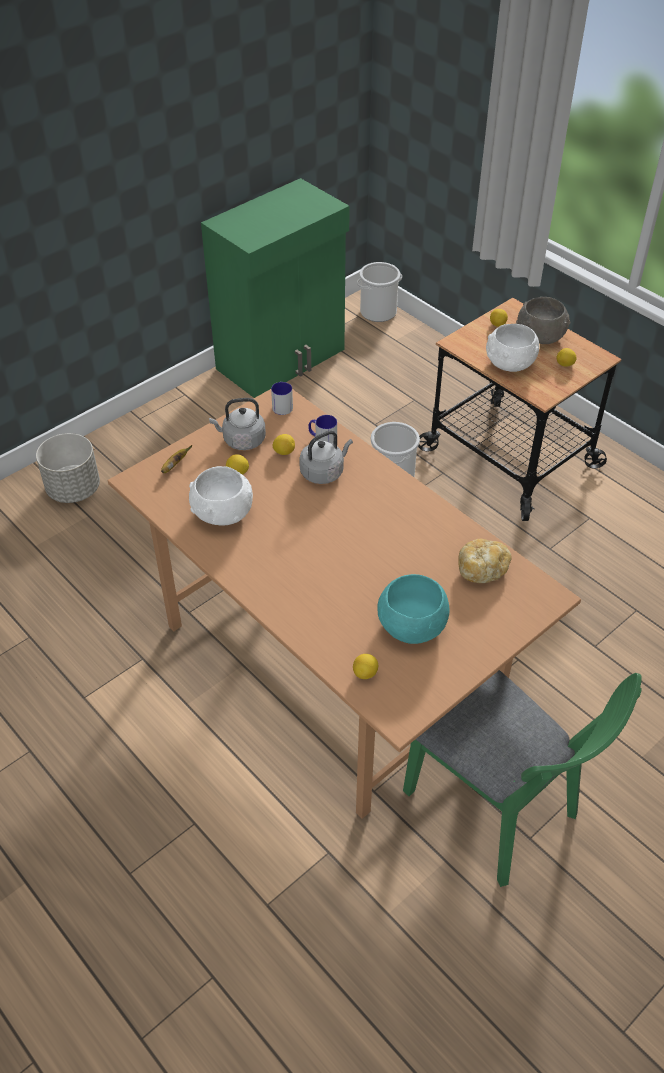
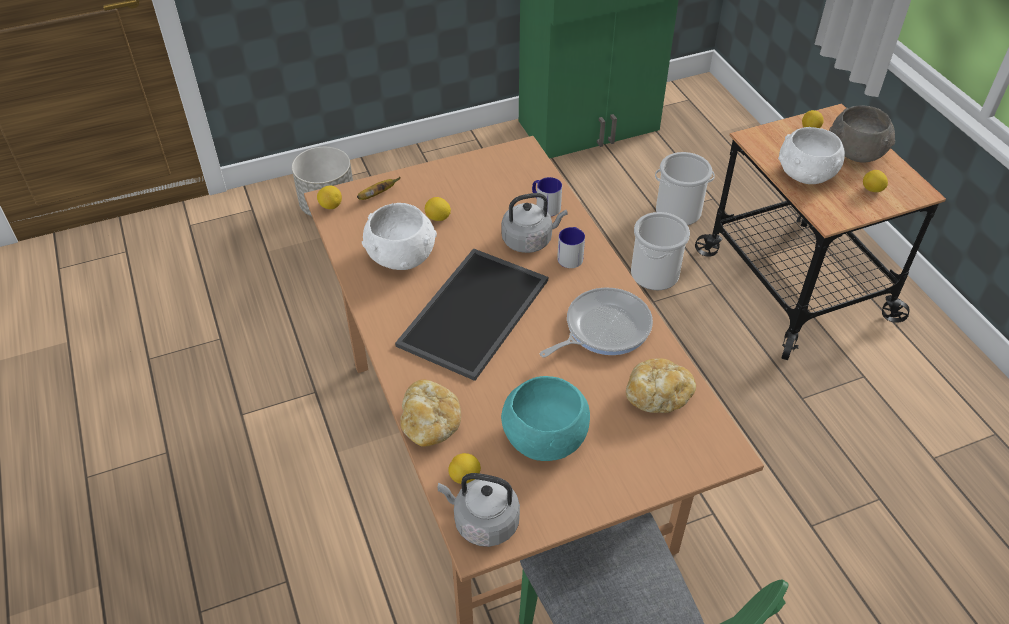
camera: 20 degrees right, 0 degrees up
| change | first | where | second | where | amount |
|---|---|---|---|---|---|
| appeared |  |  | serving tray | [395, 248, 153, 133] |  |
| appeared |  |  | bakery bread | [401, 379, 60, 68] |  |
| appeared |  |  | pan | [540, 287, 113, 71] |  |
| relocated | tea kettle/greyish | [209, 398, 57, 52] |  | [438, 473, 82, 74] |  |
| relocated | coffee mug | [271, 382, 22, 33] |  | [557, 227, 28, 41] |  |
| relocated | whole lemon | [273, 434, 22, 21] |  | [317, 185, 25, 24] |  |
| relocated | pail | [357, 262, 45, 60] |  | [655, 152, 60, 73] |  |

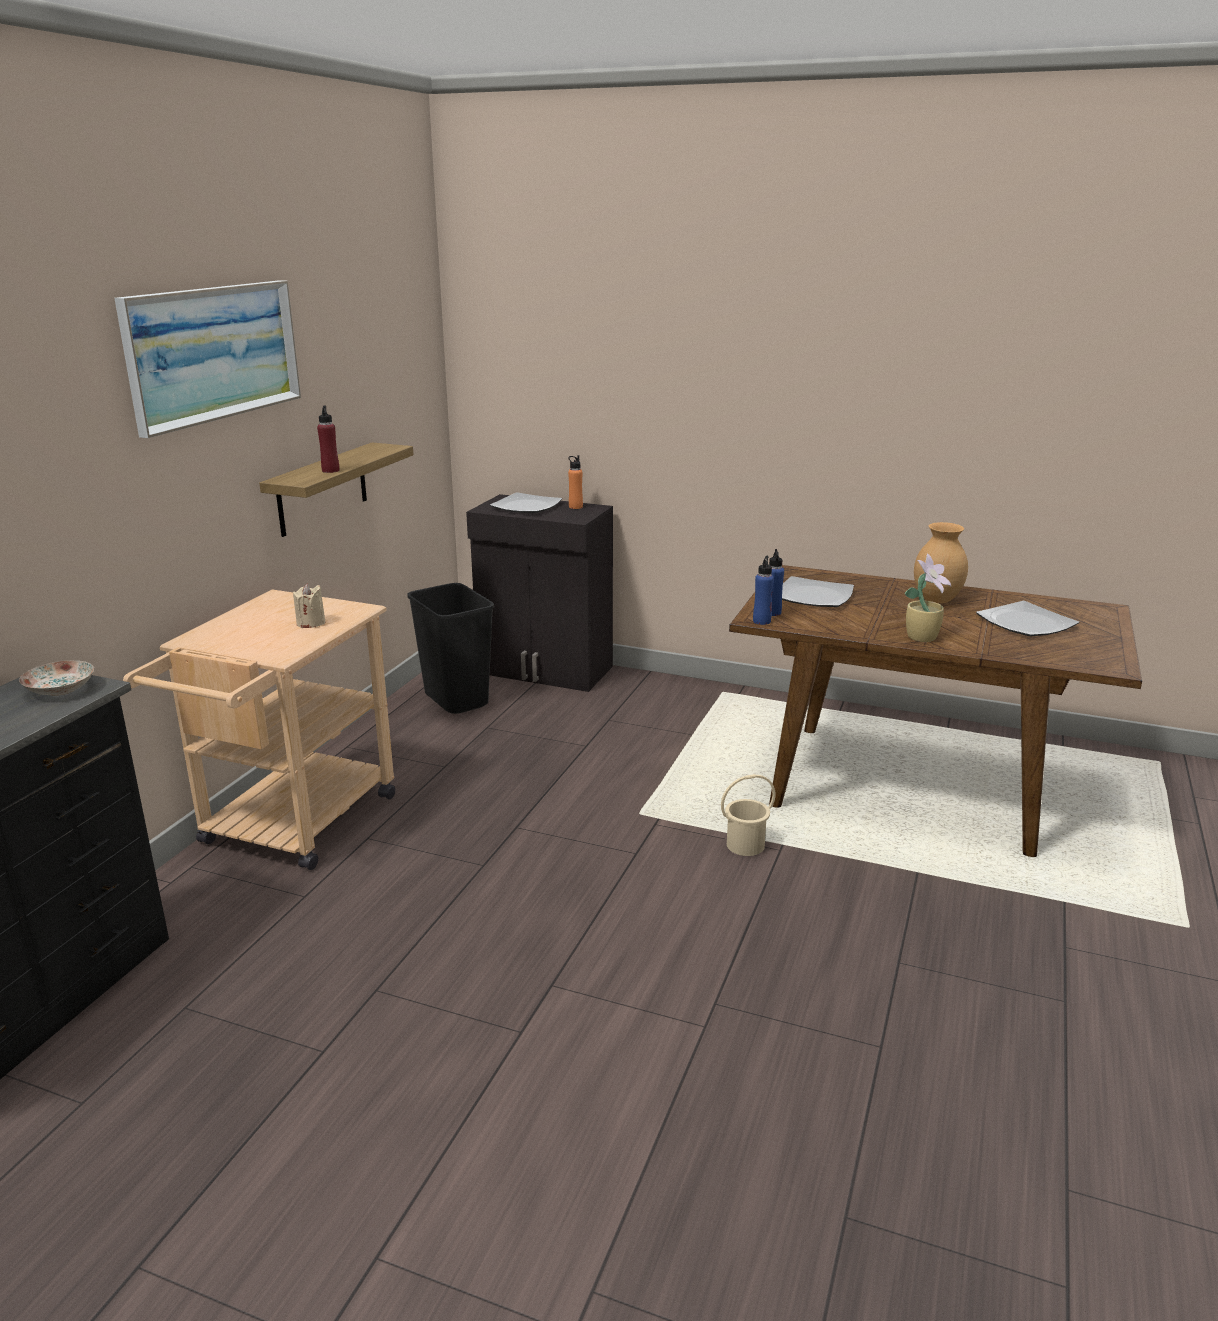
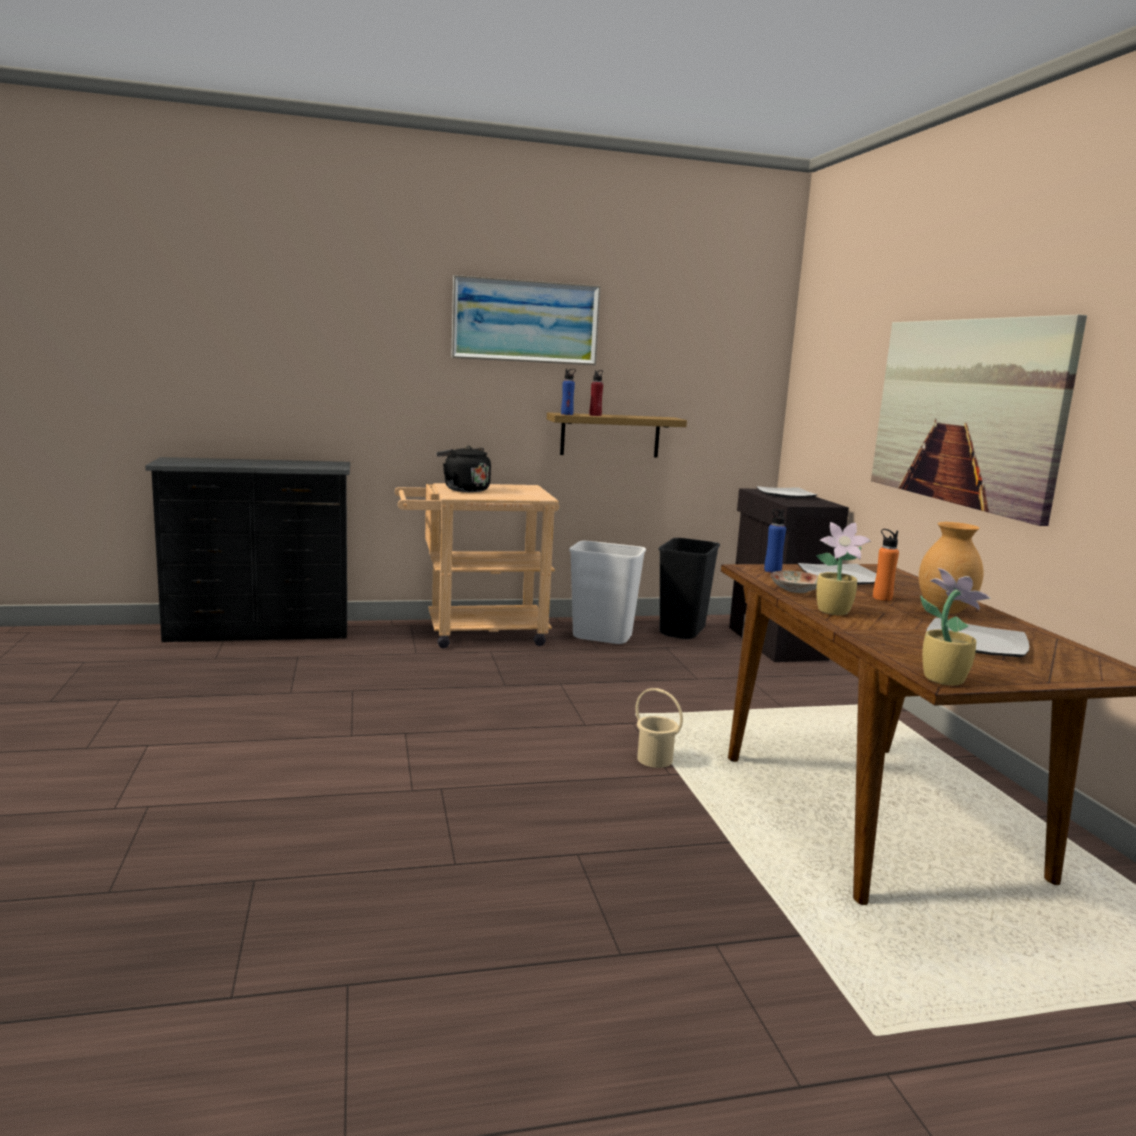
camera: 55 degrees right, 10 degrees down
| change | first | where | second | where | amount |
|---|---|---|---|---|---|
| missing | candle/beige | [293, 584, 33, 44] |  |  |  |
| appeared |  |  | tea kettle/blackish | [436, 445, 55, 47] |  |
| appeared |  |  | trash can/white-coloured | [569, 541, 77, 103] |  |
| appeared |  |  | wall picture | [871, 314, 216, 212] |  |
| appeared |  |  | plant in a pot | [920, 568, 70, 117] |  |
| relocated | plate | [19, 660, 75, 36] |  | [770, 571, 48, 22] |  |
| relocated | bottle/orange | [568, 455, 15, 54] |  | [873, 529, 26, 72] |  |
| relocated | bottle/bluish | [753, 556, 21, 69] |  | [561, 369, 15, 46] |  |

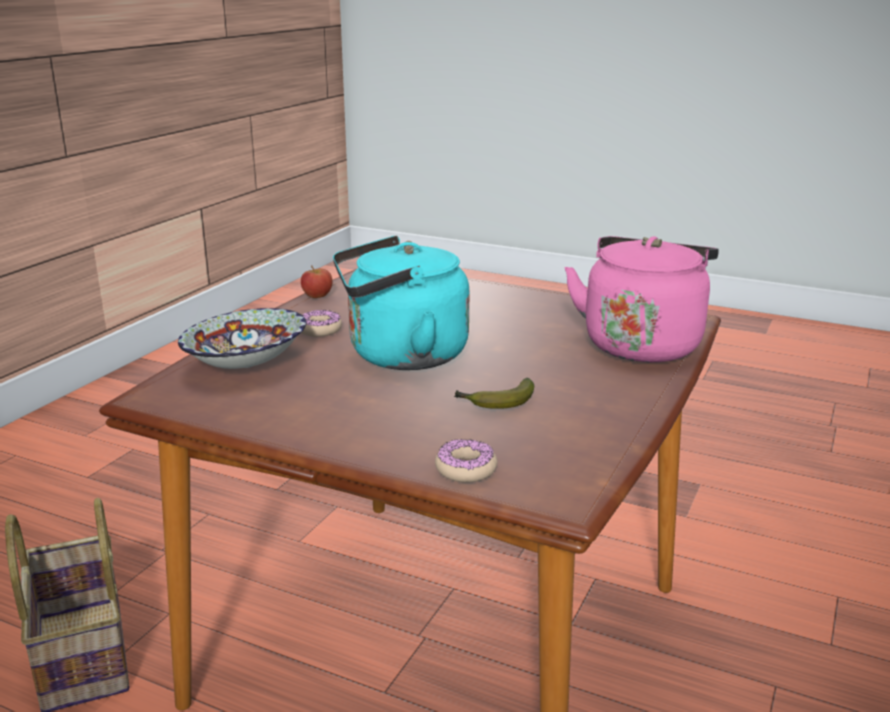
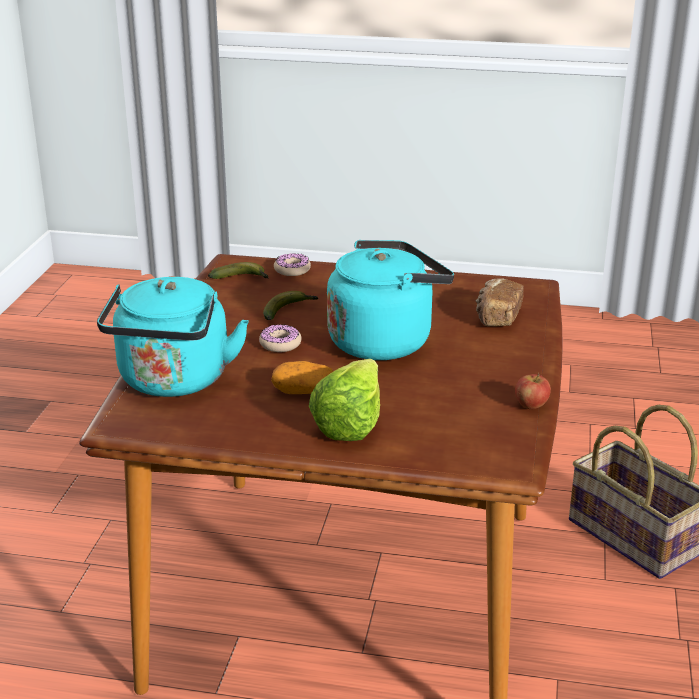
camera: 165 degrees right, 5 degrees up
| change | first | where | second | where | amount |
|---|---|---|---|---|---|
| appeared |  |  | banana fruit | [208, 262, 61, 17] |  |
| appeared |  |  | whole potato | [271, 361, 62, 33] |  |
| appeared |  |  | lettuce head | [309, 359, 71, 82] |  |
| relocated | donut | [301, 310, 41, 27] |  | [259, 324, 43, 28] |  |
| exchanged | deep dish | [178, 308, 128, 61] | bakery bread | [476, 278, 48, 48] |  |
| colour | tea kettle/pink-coloured | [565, 236, 154, 127] | tea kettle/turquoise-coloured | [97, 277, 152, 120] |  |

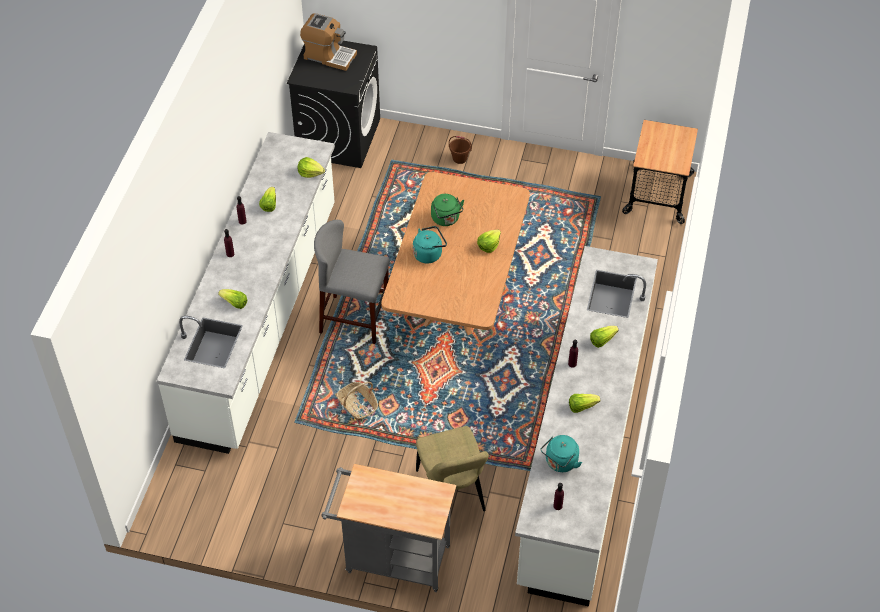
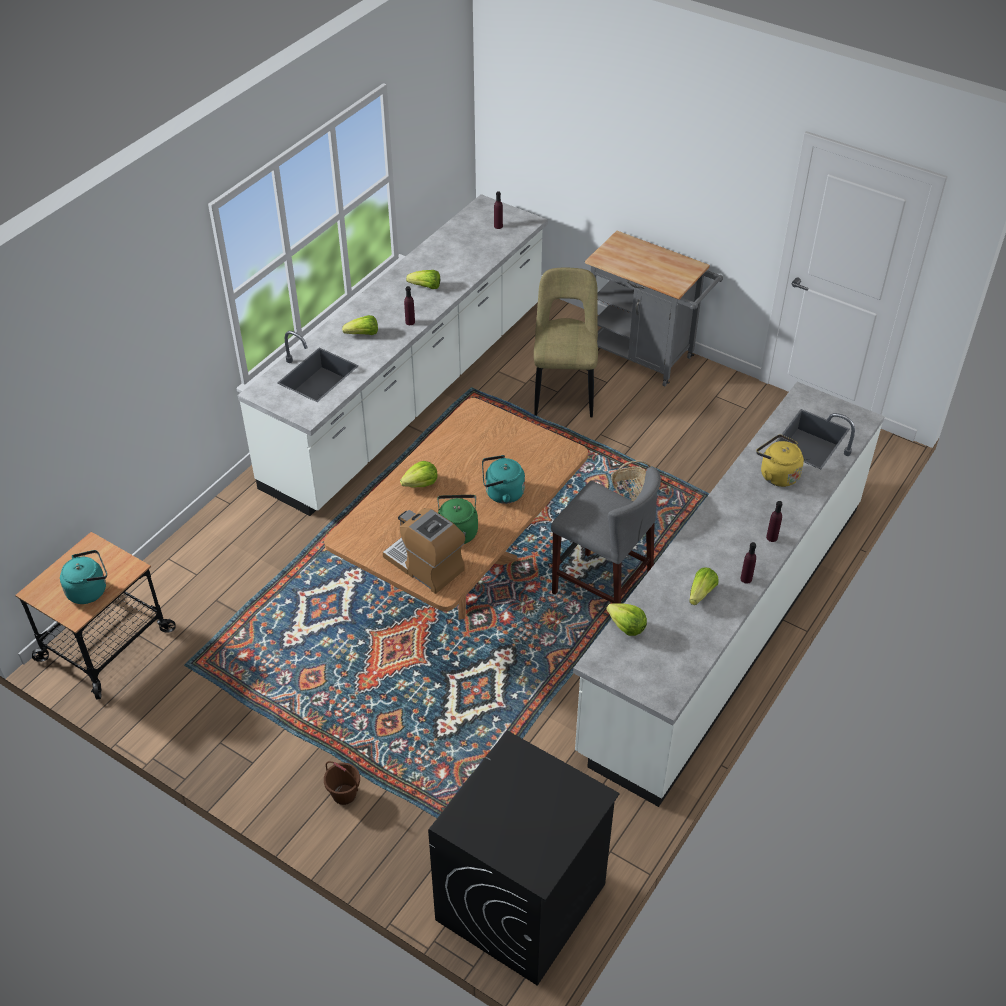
camera: 160 degrees left, 5 degrees down
| change | first | where | second | where | amount |
|---|---|---|---|---|---|
| relocated | coffee machine | [300, 13, 57, 58] |  | [383, 508, 82, 86] |  |
| relocated | tea kettle/turquoise-coloured | [541, 435, 41, 37] |  | [60, 550, 47, 54] |  |
| exchanged | lettuce head | [218, 289, 30, 20] | tea kettle/yellow | [756, 434, 48, 53] |  |

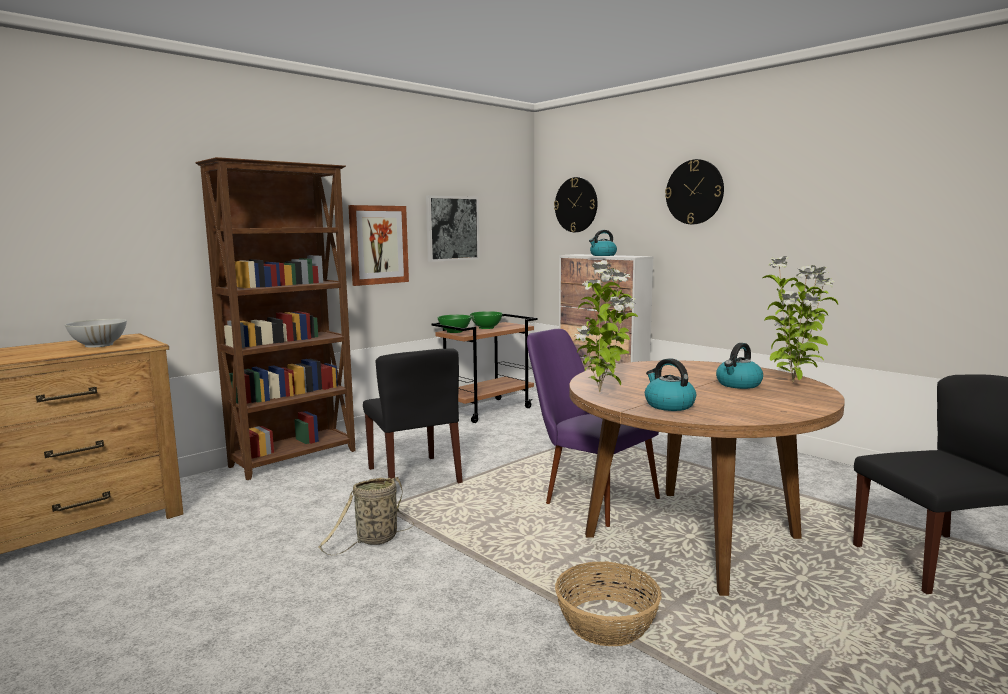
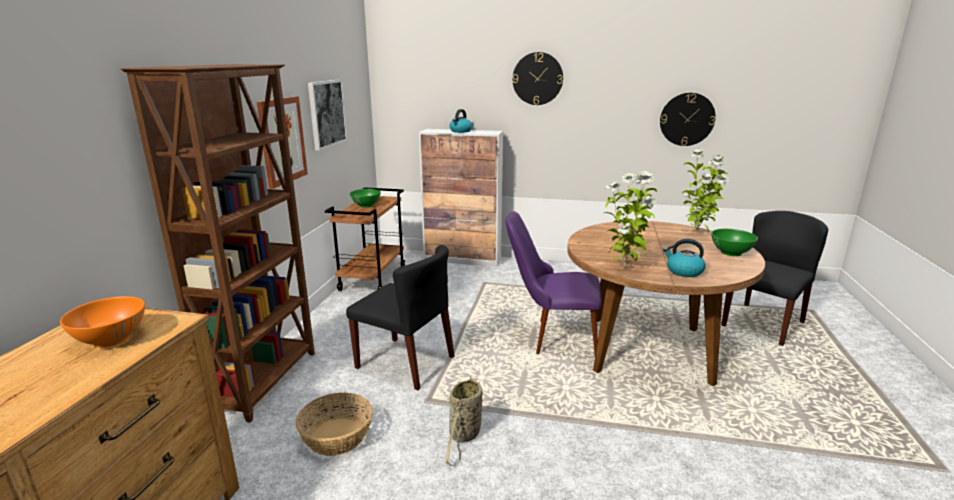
camera: 35 degrees left, 10 degrees up
| change | first | where | second | where | amount |
|---|---|---|---|---|---|
| missing | tea kettle | [716, 343, 47, 46] |  |  |  |
| relocated | deep dish/green | [437, 315, 34, 18] |  | [711, 229, 47, 27] |  |
| relocated | wall clock | [554, 177, 43, 55] |  | [660, 93, 56, 53] |  |
| relocated | basket | [555, 561, 107, 85] |  | [296, 392, 77, 64] |  |
| colour | deep dish/white-coloured | [65, 318, 62, 30] | deep dish/orange | [60, 296, 85, 51] |  |

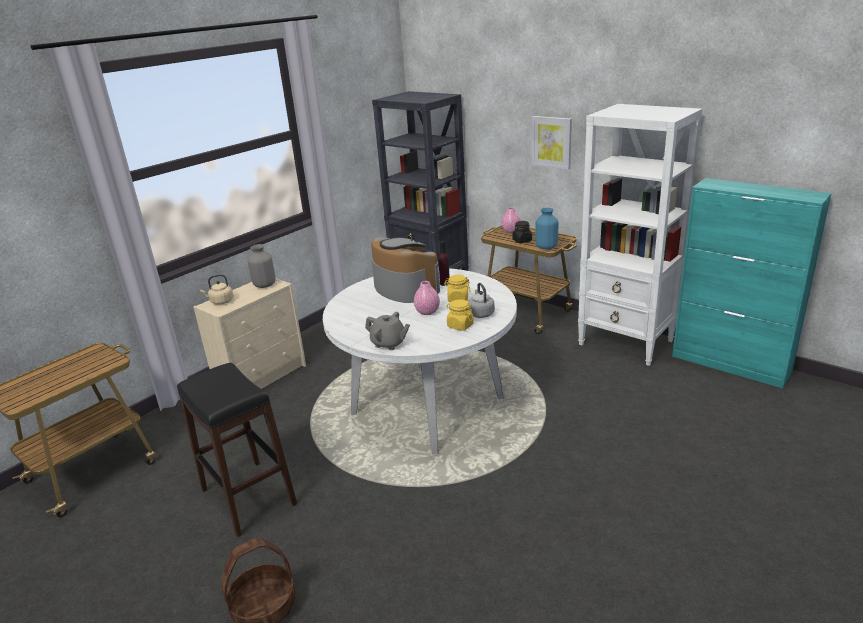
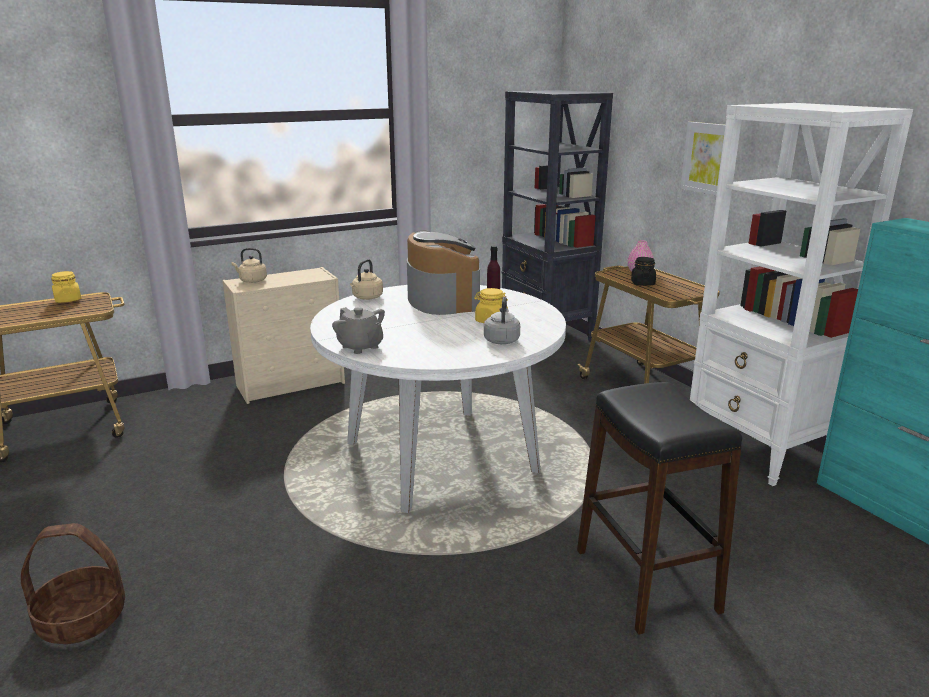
camera: 20 degrees right, 5 degrees down
| change | first | where | second | where | amount |
|---|---|---|---|---|---|
| missing | flower vase/greyish | [248, 244, 28, 44] |  |  |  |
| missing | flower vase/pink-coloured | [414, 281, 26, 34] |  |  |  |
| missing | flower vase/bluish | [535, 208, 23, 41] |  |  |  |
| appeared |  |  | tea kettle/beige | [350, 259, 33, 41] |  |
| relocated | stool seat/blackish | [177, 363, 120, 174] |  | [577, 382, 165, 253] |  |
| relocated | preserve jar/yellow | [446, 299, 28, 32] |  | [51, 271, 30, 32] |  |

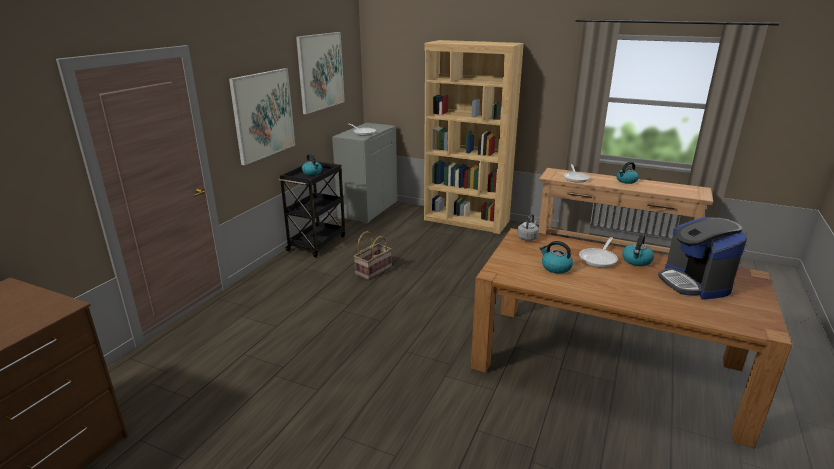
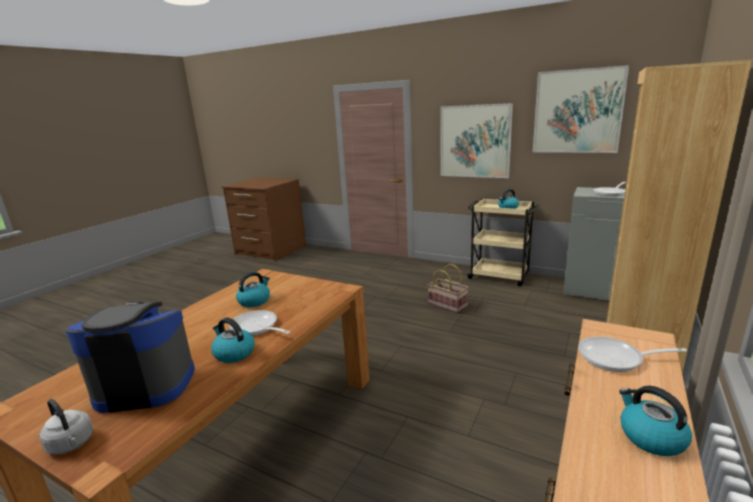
camera: 95 degrees right, 5 degrees down
| change | first | where | second | where | amount |
|---|---|---|---|---|---|
| relocated | tea kettle/greyish | [517, 214, 22, 27] |  | [39, 399, 54, 56] |  |
| colour | wheeled cart/blackish | [279, 161, 66, 96] | wheeled cart/beige | [467, 199, 72, 87] |  |

